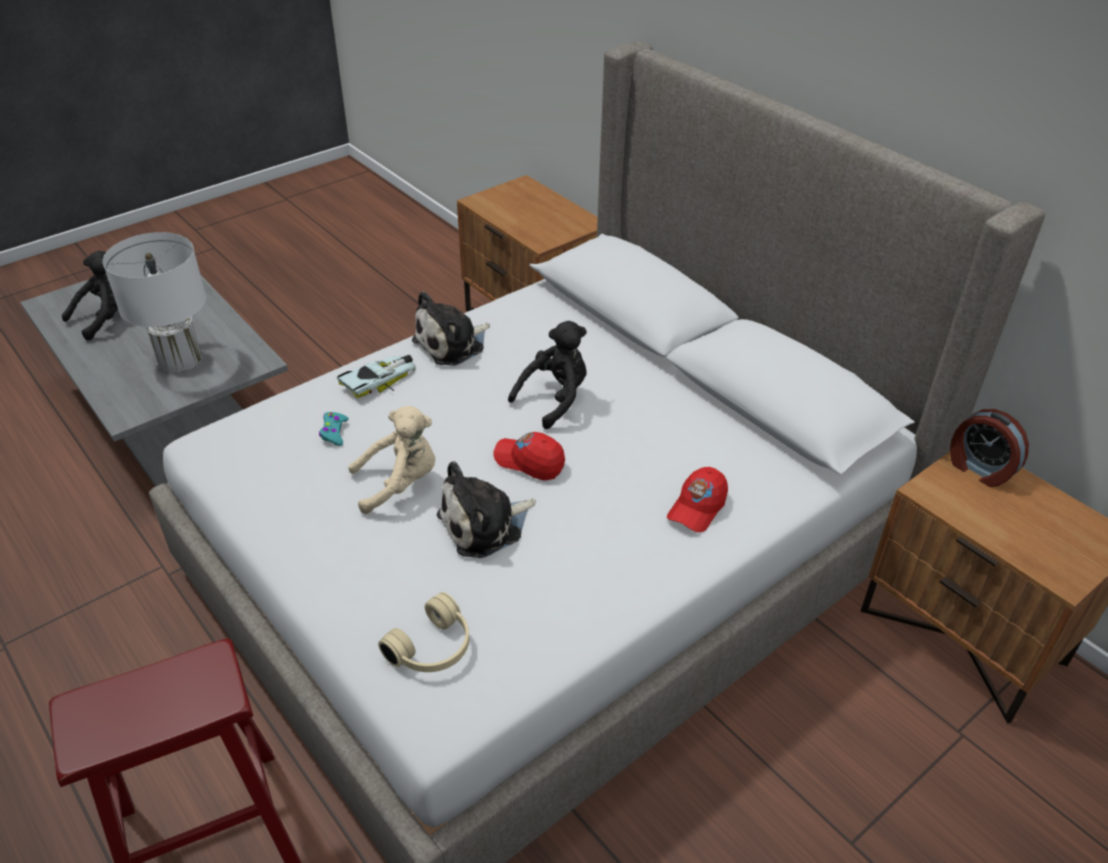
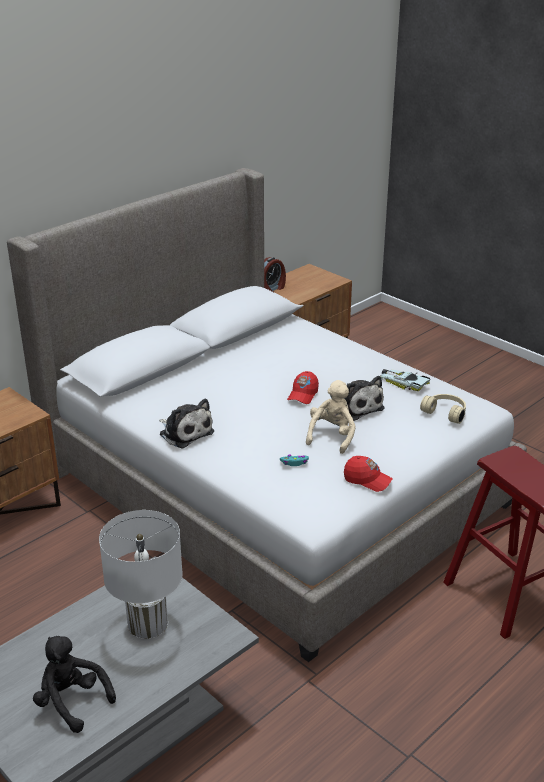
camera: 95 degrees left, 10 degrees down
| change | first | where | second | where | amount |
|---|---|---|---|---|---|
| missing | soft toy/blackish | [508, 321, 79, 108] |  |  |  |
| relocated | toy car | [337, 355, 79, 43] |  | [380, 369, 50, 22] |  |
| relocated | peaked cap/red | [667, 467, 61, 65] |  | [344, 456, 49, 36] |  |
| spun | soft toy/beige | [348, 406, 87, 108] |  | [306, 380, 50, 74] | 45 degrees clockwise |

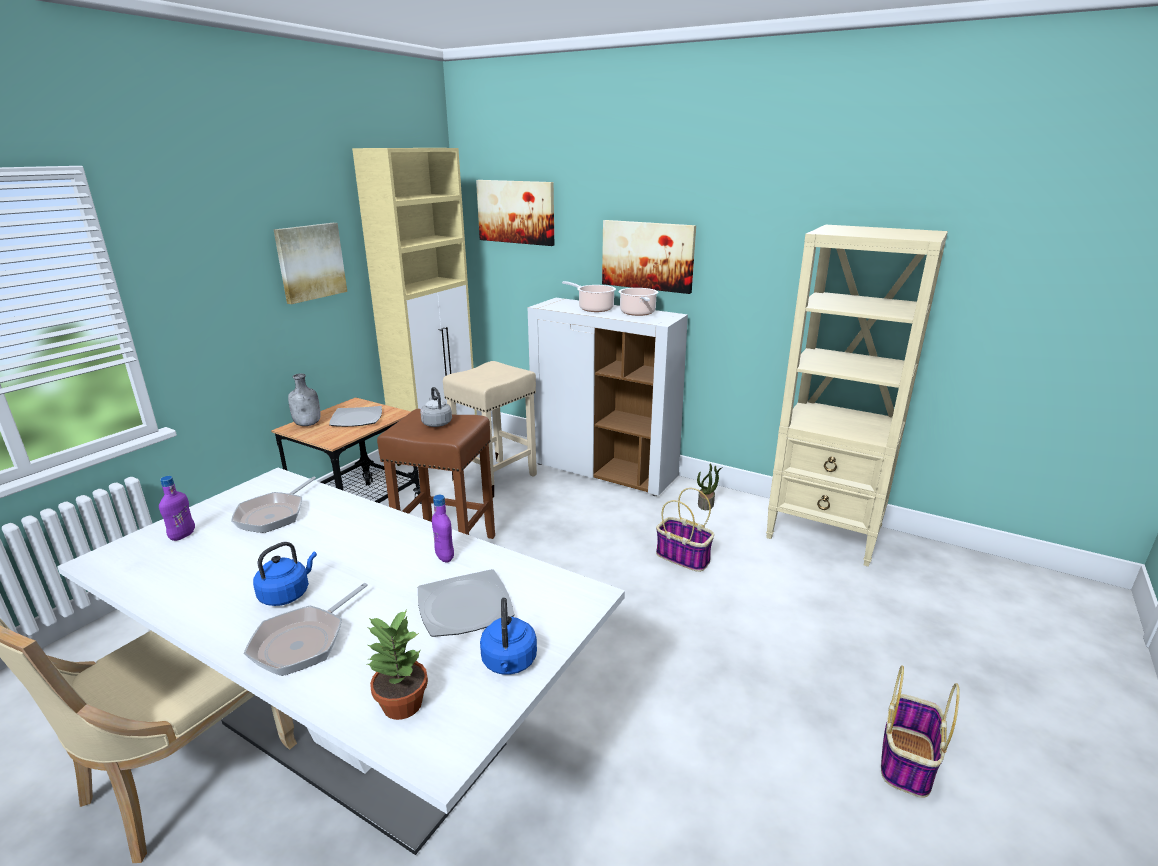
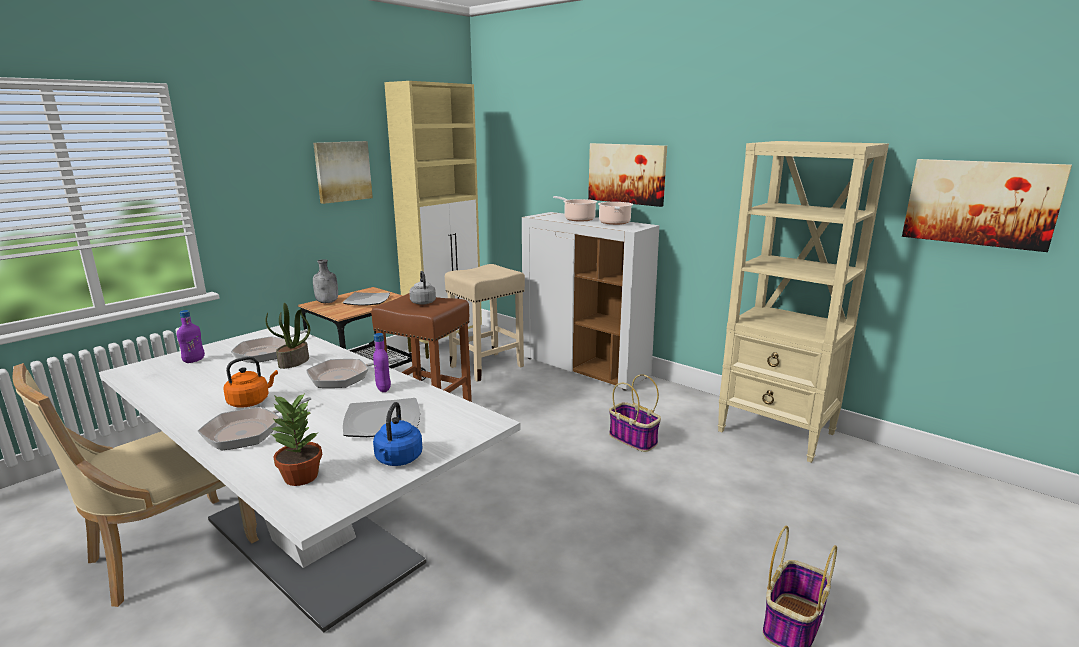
camera: 10 degrees right, 5 degrees down
| change | first | where | second | where | amount |
|---|---|---|---|---|---|
| appeared |  |  | pan | [306, 357, 94, 31] |  |
| relocated | wall picture | [476, 180, 78, 66] |  | [902, 159, 170, 93] |  |
| relocated | plant in a pot | [697, 463, 26, 47] |  | [266, 303, 44, 66] |  |
| colour | tea kettle/bluish | [253, 542, 64, 64] | tea kettle/orange | [223, 357, 55, 51] |  |

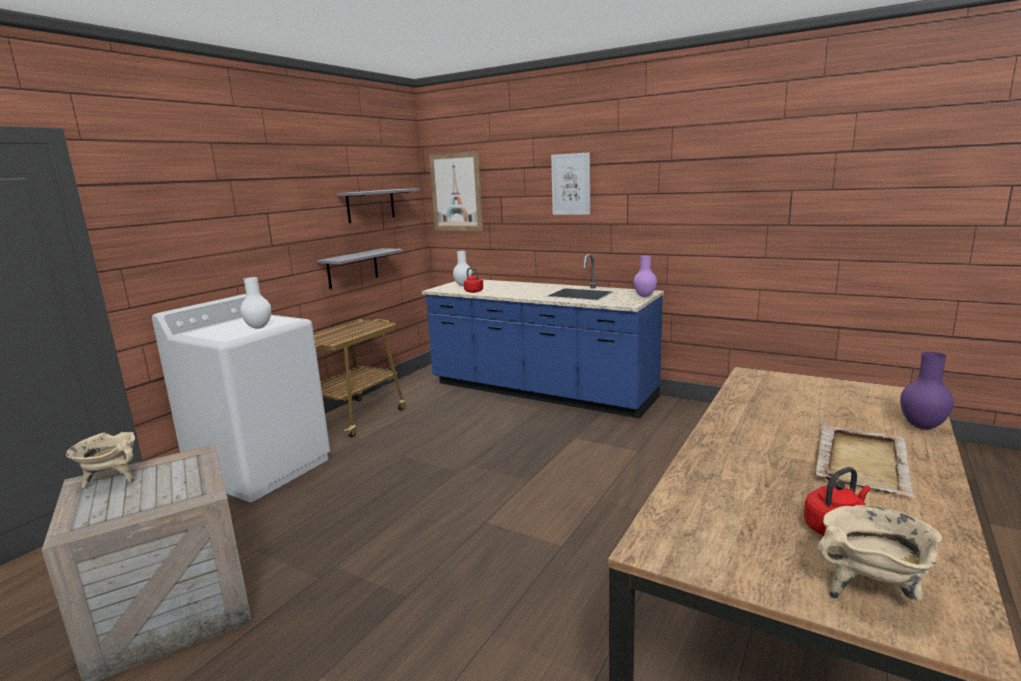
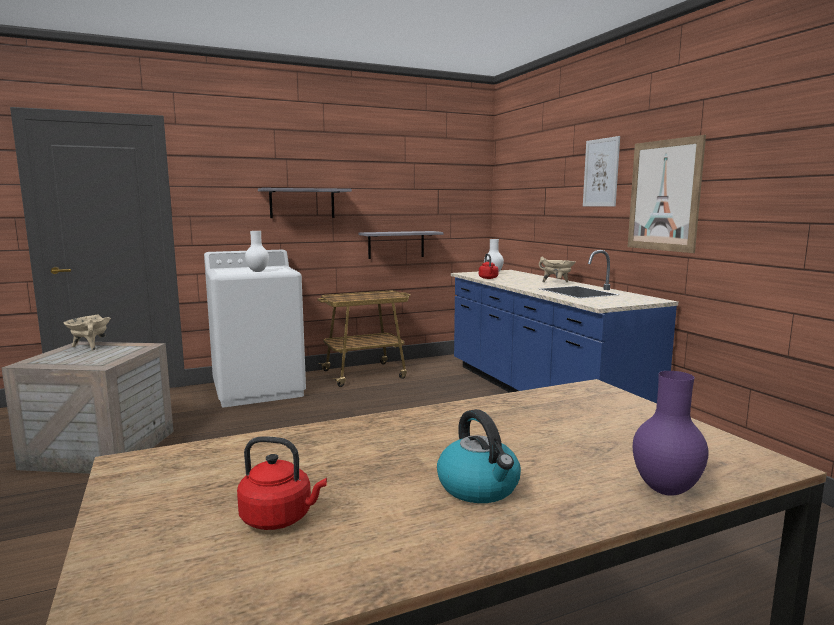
camera: 35 degrees right, 5 degrees down
| change | first | where | second | where | amount |
|---|---|---|---|---|---|
| missing | flower vase/purplish | [634, 255, 23, 42] |  |  |  |
| relocated | bracket shelf/greyish | [337, 188, 83, 35] |  | [258, 188, 94, 30] |  |
| relocated | wall picture | [429, 151, 54, 80] |  | [628, 135, 78, 118] |  |
| relocated | saucepot/beige | [817, 505, 126, 96] |  | [539, 256, 37, 26] |  |
| exchanged | serving tray/beige | [816, 424, 99, 73] | tea kettle | [437, 409, 84, 94] |  |

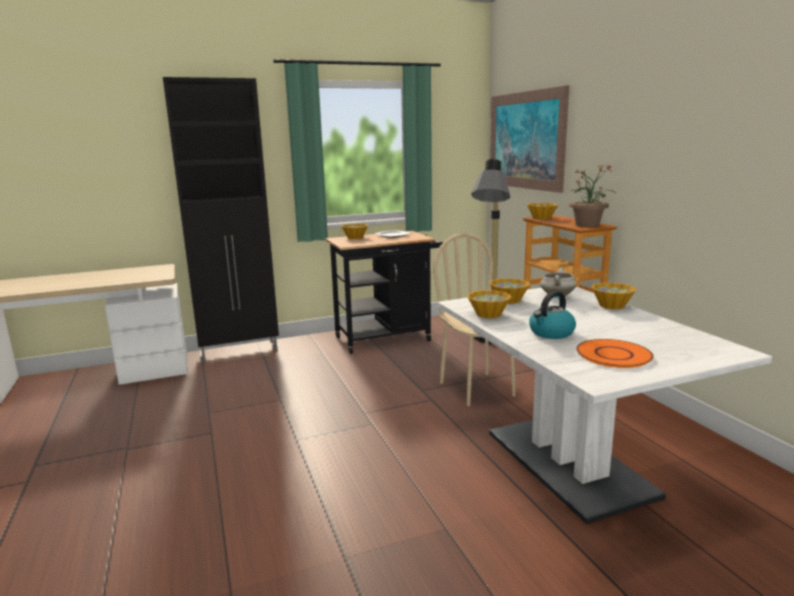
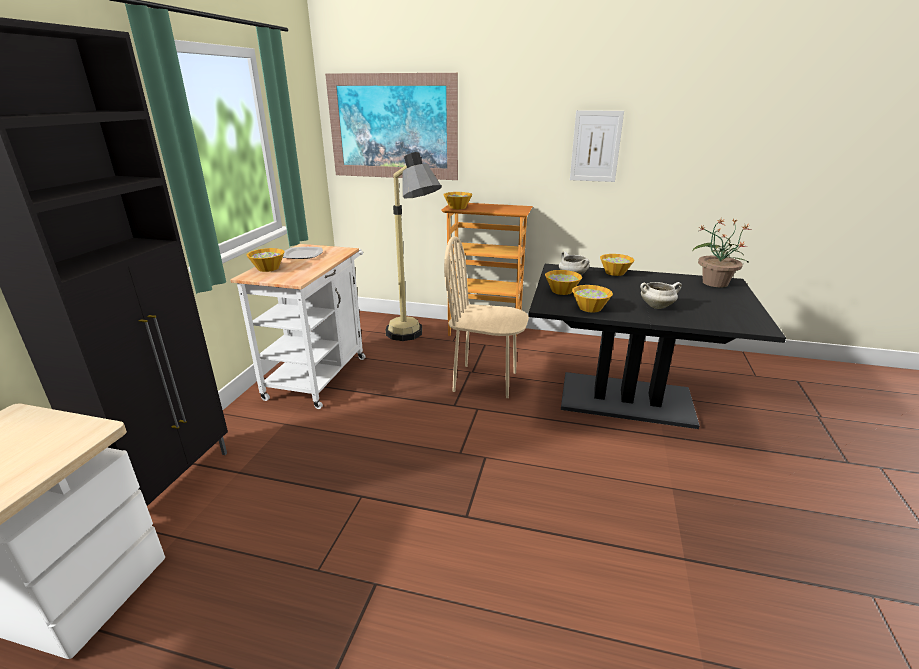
camera: 55 degrees left, 10 degrees up
| change | first | where | second | where | amount |
|---|---|---|---|---|---|
| missing | plate/orange | [576, 339, 78, 29] |  |  |  |
| appeared |  |  | wall picture | [570, 110, 54, 72] |  |
| relocated | plant in a pot | [569, 165, 45, 62] |  | [693, 219, 58, 68] |  |
| exchanged | tea kettle | [529, 291, 47, 48] | saucepot/white-coloured | [640, 282, 42, 27] |  |
| colour | wheeled cart/blackish | [325, 231, 122, 123] | wheeled cart/white-coloured | [230, 244, 136, 165] |  |
| colour | kitchen table/white-coloured | [437, 287, 335, 237] | kitchen table/blackish | [528, 264, 258, 165] |  |

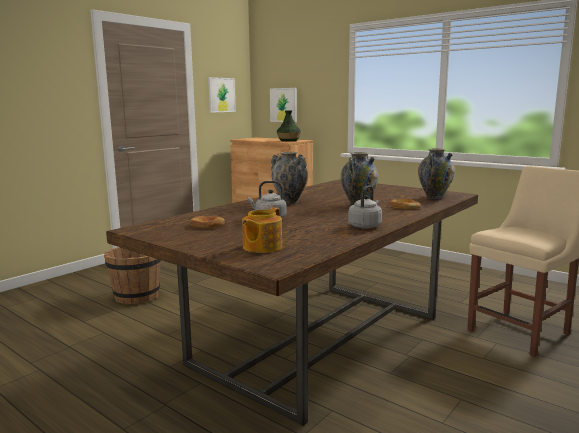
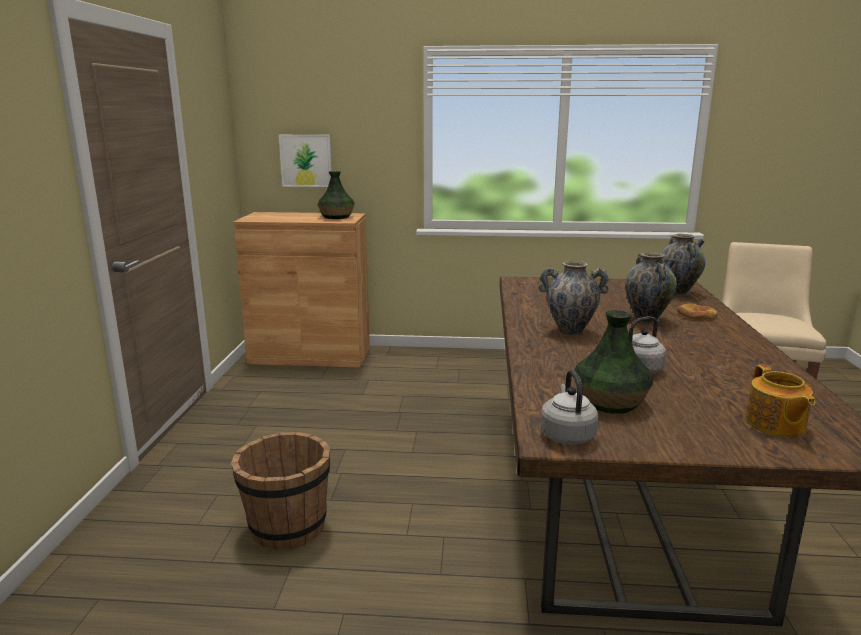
camera: 35 degrees left, 5 degrees up
| change | first | where | second | where | amount |
|---|---|---|---|---|---|
| missing | wall picture | [208, 77, 28, 36] |  |  |  |
| relocated | tea kettle/greyish | [348, 185, 34, 44] |  | [540, 370, 59, 75] |  |
| exchanged | bakery bread | [189, 216, 36, 13] | flower vase | [574, 310, 79, 103] |  |

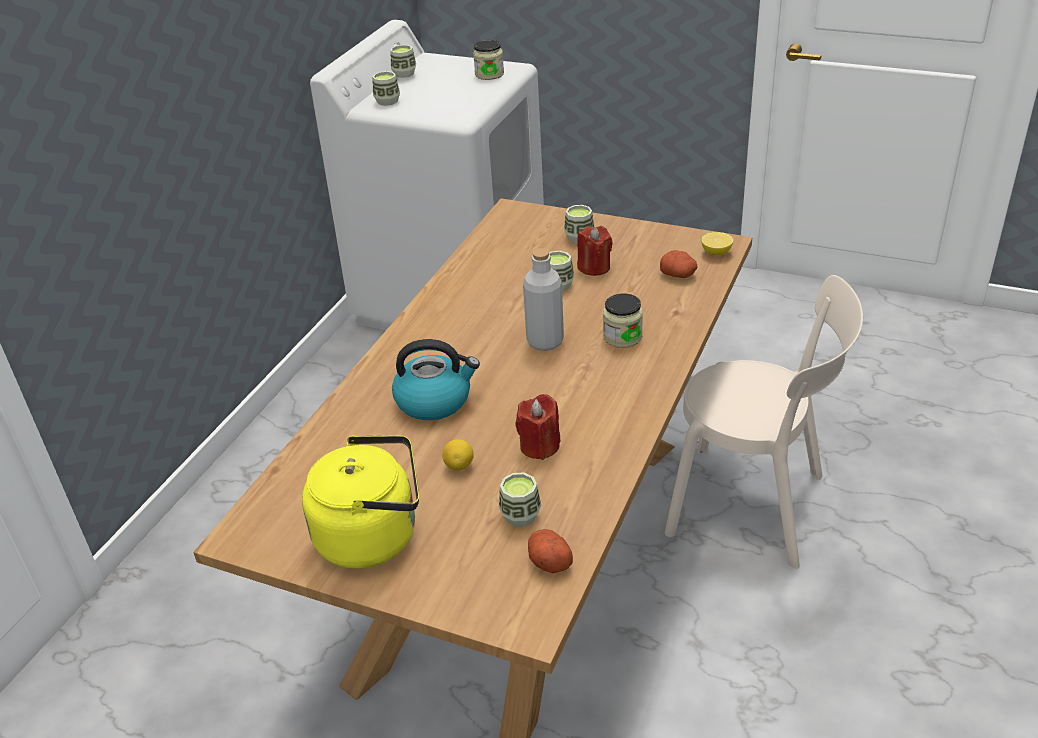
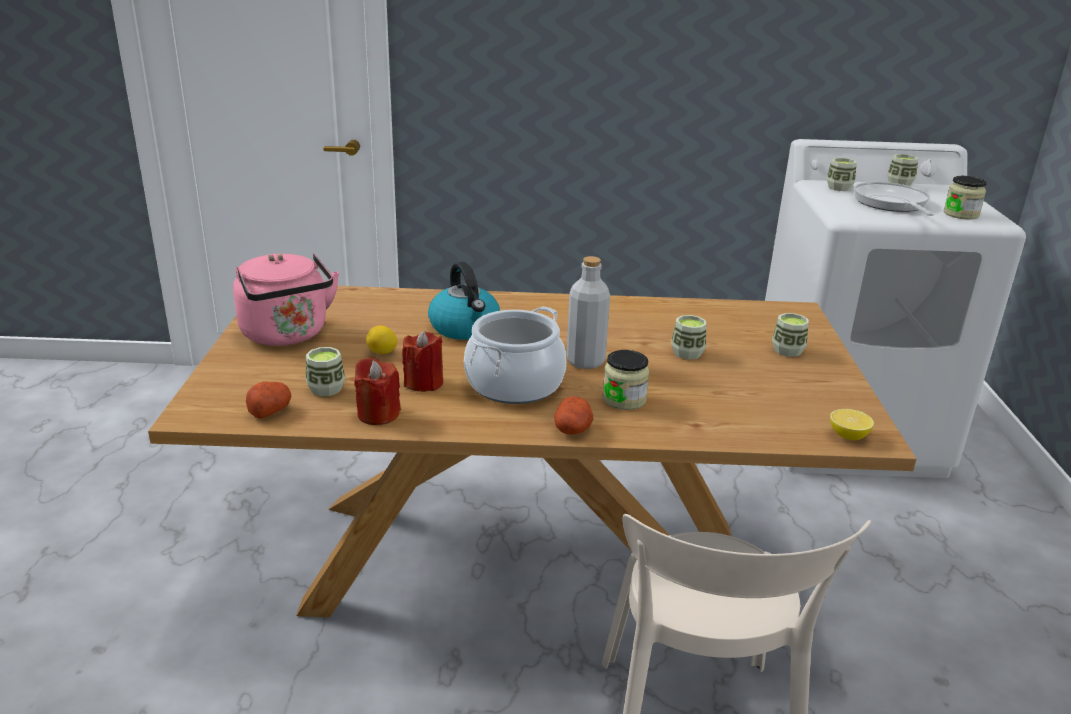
camera: 65 degrees right, 10 degrees down
| change | first | where | second | where | amount |
|---|---|---|---|---|---|
| appeared |  |  | saucepot | [464, 306, 102, 98] |  |
| appeared |  |  | pan | [854, 182, 80, 34] |  |
| relocated | candle/red | [577, 226, 36, 50] |  | [355, 357, 46, 68] |  |
| relocated | whole potato | [660, 250, 38, 28] |  | [554, 396, 39, 39] |  |
| colour | tea kettle/yellow | [302, 435, 117, 134] | tea kettle/pink-coloured | [233, 253, 106, 93] |  |

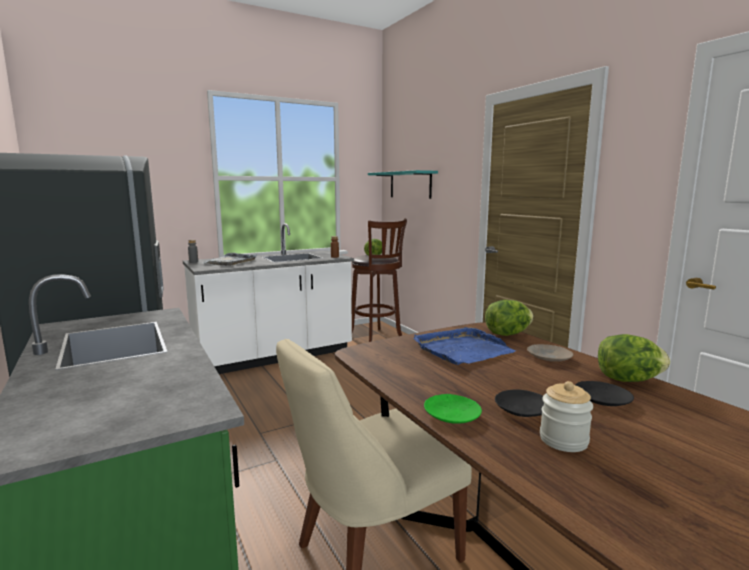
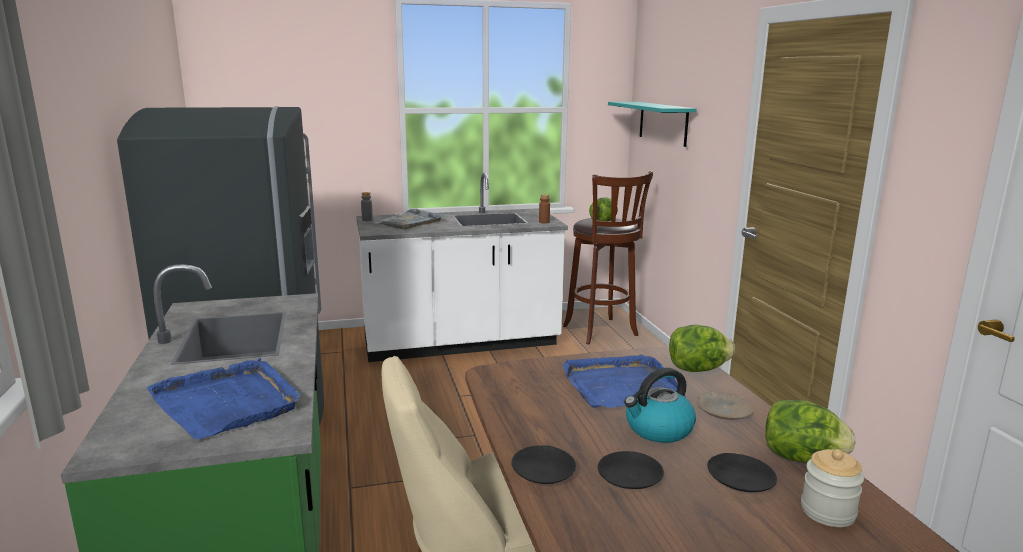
camera: 15 degrees right, 5 degrees up
| change | first | where | second | where | amount |
|---|---|---|---|---|---|
| appeared |  |  | serving tray/bluish | [147, 358, 154, 81] |  |
| appeared |  |  | tea kettle | [624, 368, 72, 75] |  |
| relocated | preserve jar | [540, 381, 53, 71] |  | [801, 449, 63, 78] |  |
| colour | plate/green | [424, 394, 58, 30] | plate/blackish | [511, 445, 65, 39] |  |

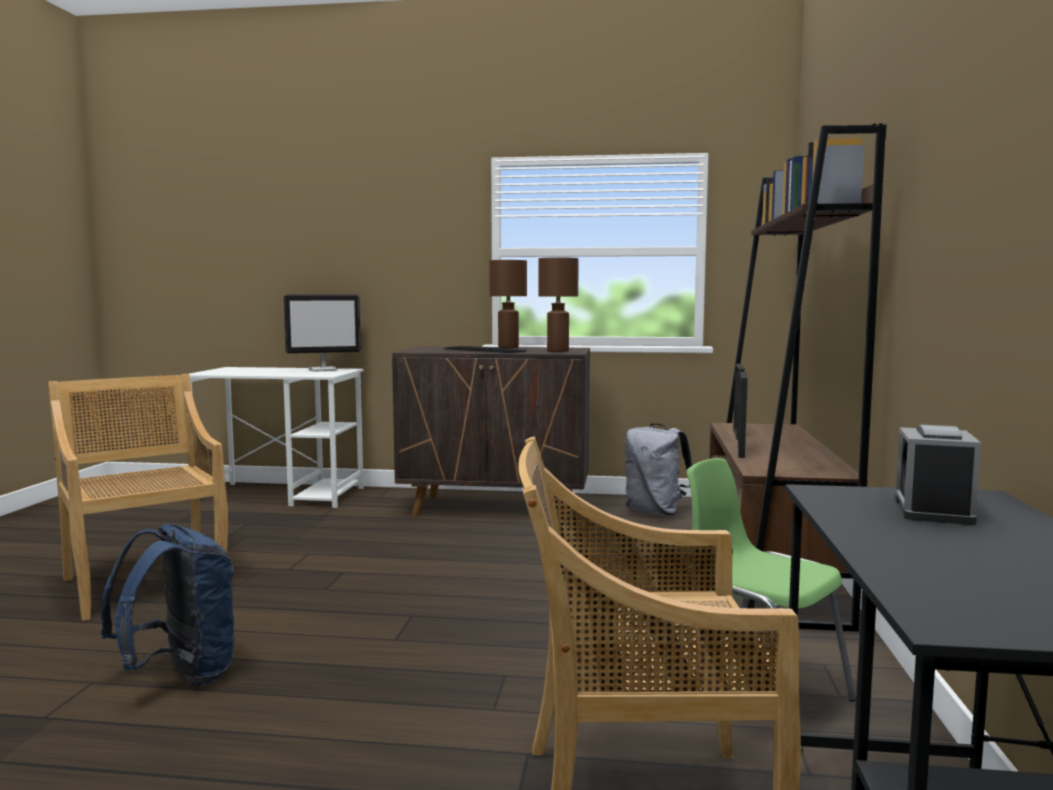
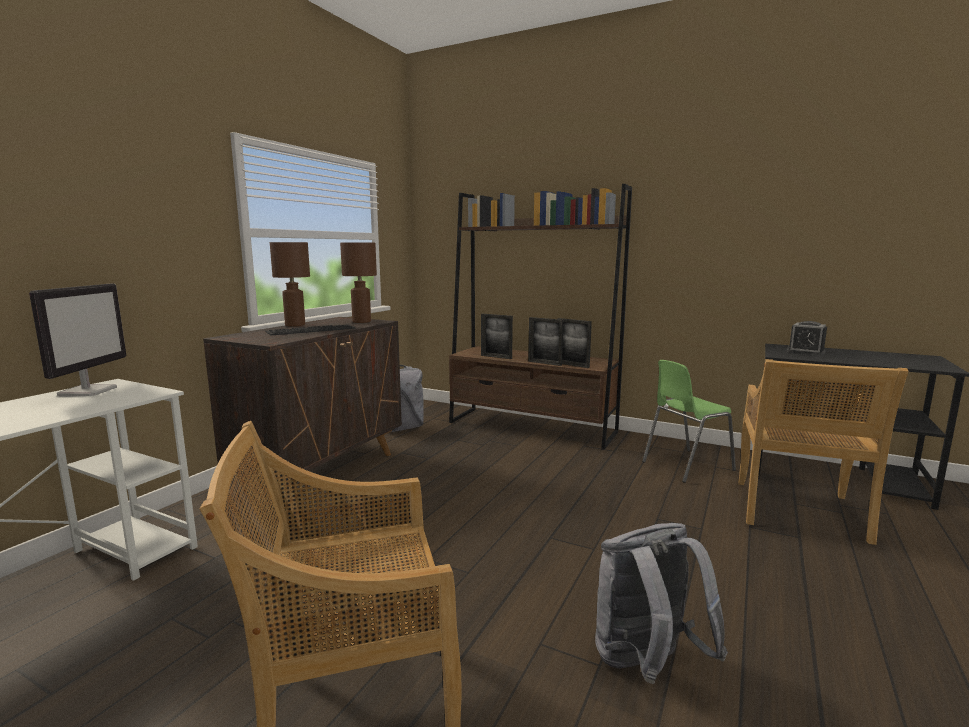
camera: 70 degrees left, 5 degrees up
| change | first | where | second | where | amount |
|---|---|---|---|---|---|
| appeared |  |  | standing frame | [557, 318, 35, 50] |  |
| colour | backpack/bluish | [101, 524, 135, 162] | backpack/greyish | [595, 523, 133, 161] |  |

